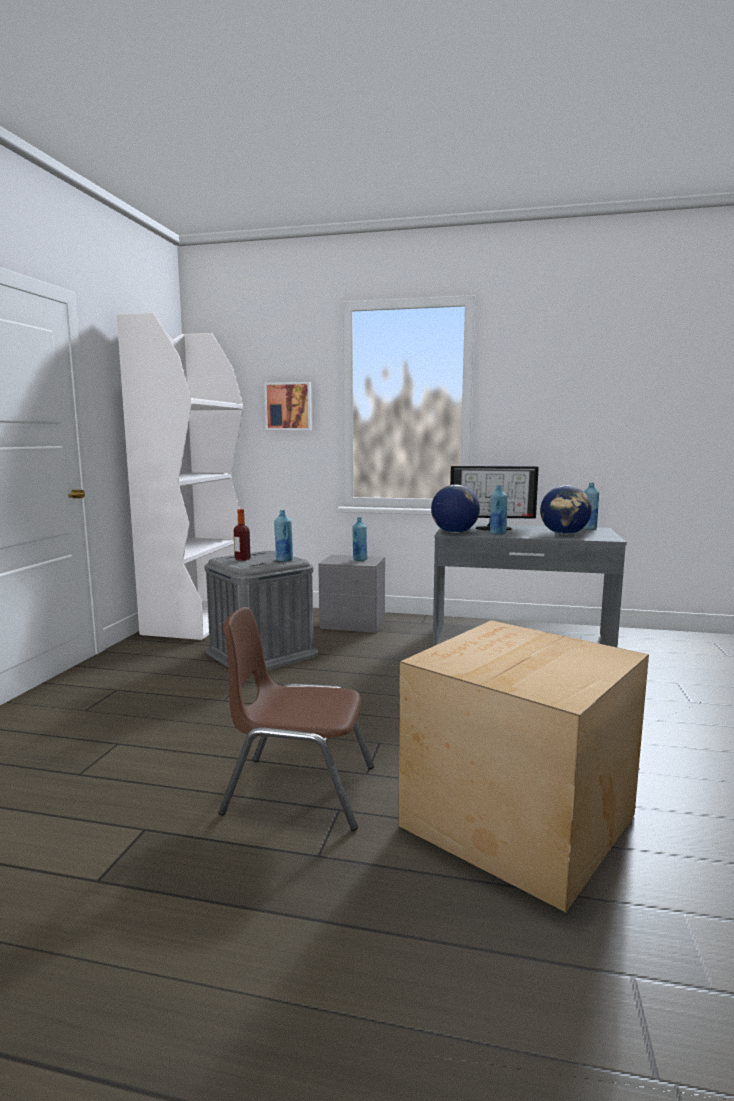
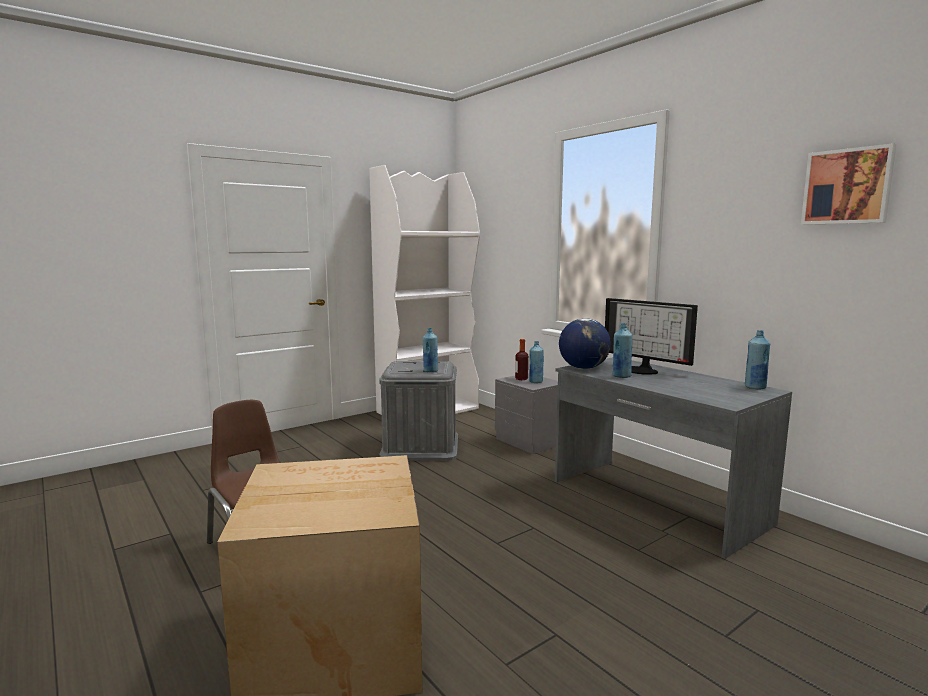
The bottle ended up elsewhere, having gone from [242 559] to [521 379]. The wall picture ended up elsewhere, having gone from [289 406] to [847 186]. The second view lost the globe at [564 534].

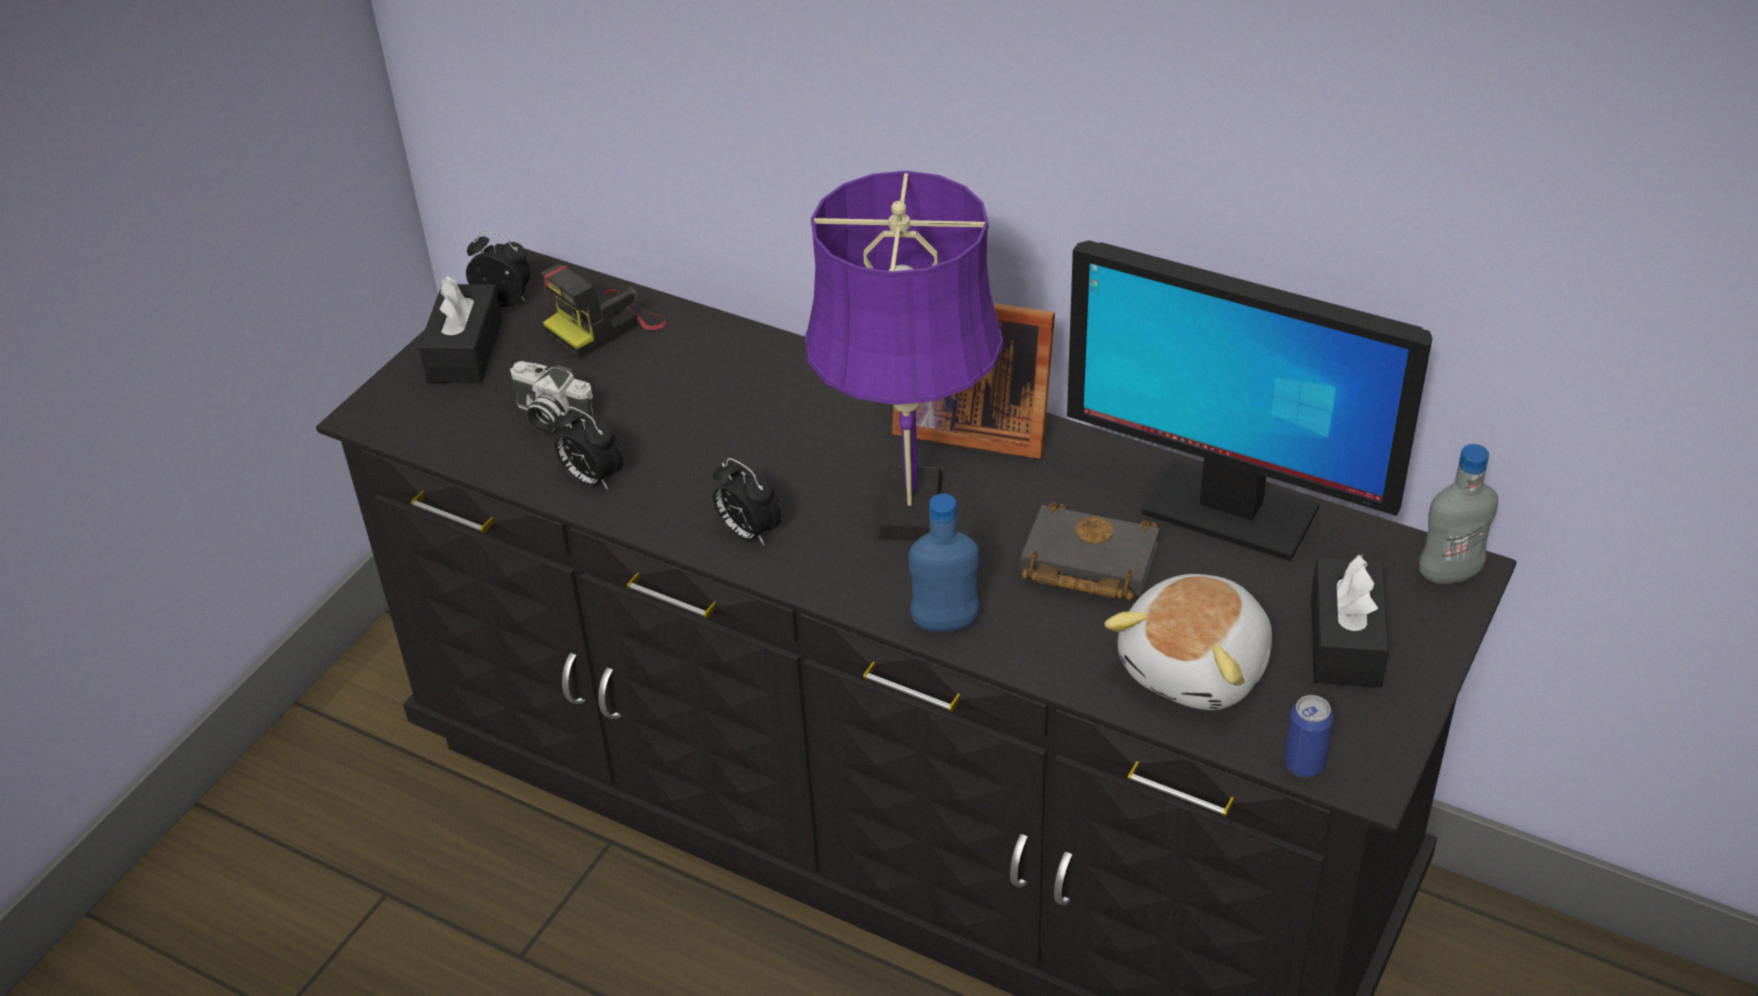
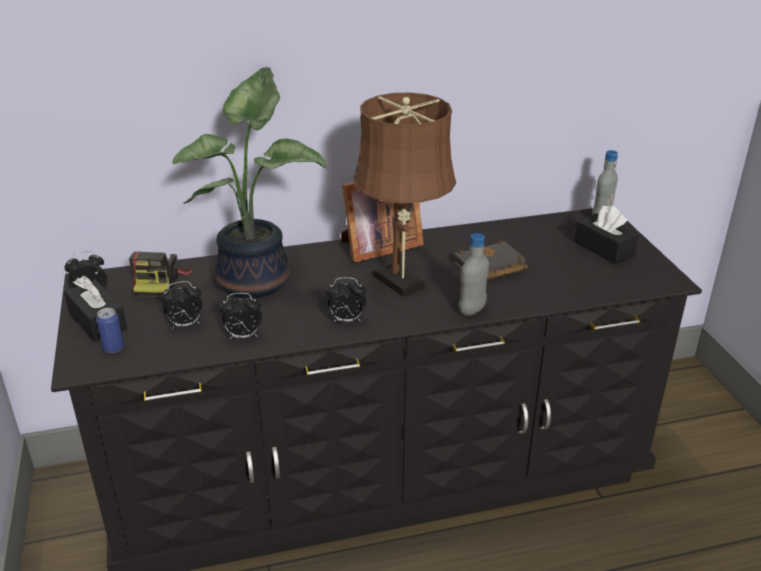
Where the still camera stood at [550 418], the table clock came to stand at [185 325]. What was the tabletop lamp (purple) at [909 514] turned into the tabletop lamp (brownish) at [402 284]. What was the bottle (bluish) at [945 623] turned into the bottle (grey) at [472 310]. The second view lost the monitor at [1228 511]. The second view lost the cuddly toy at [1198 668]. The sealed can ended up elsewhere, having gone from [1304 764] to [113 348]. The second view gained the plant in a pot at [258 280].

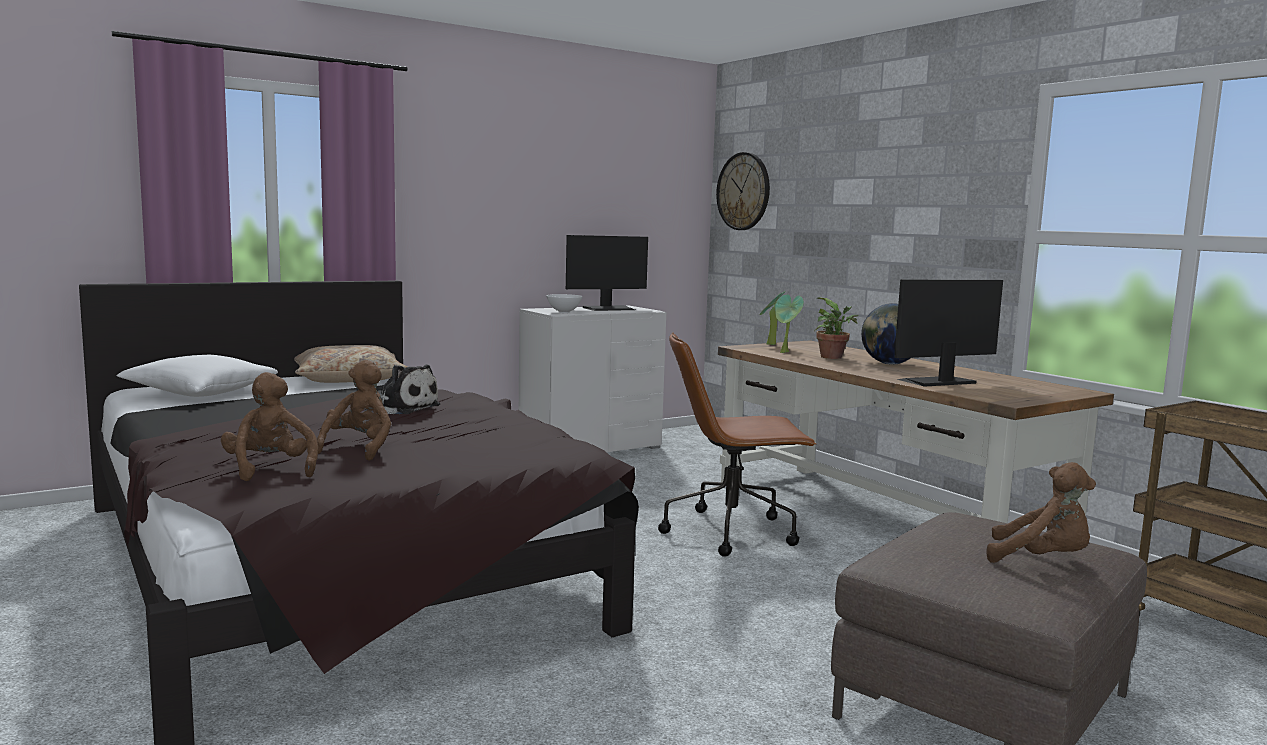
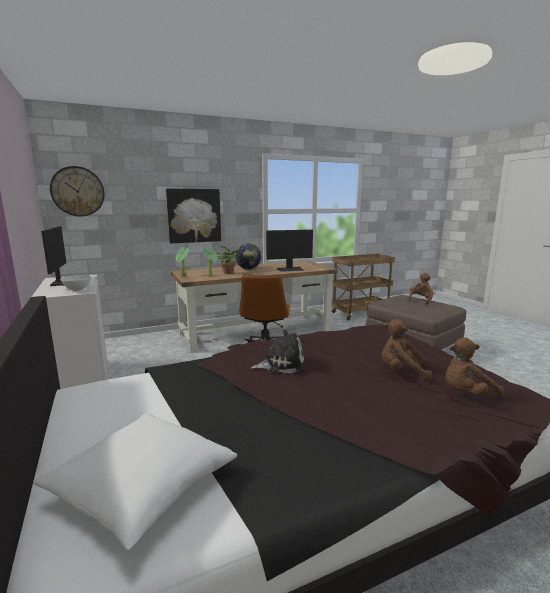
The second view lost the pillow (beige) at [349 379]. The cuddly toy at [403 408] ended up facing another way, 45 degrees clockwise from before. The monitor at [937 381] ended up facing another way, 90 degrees counterclockwise from before. The second view gained the wall picture at [194 215].

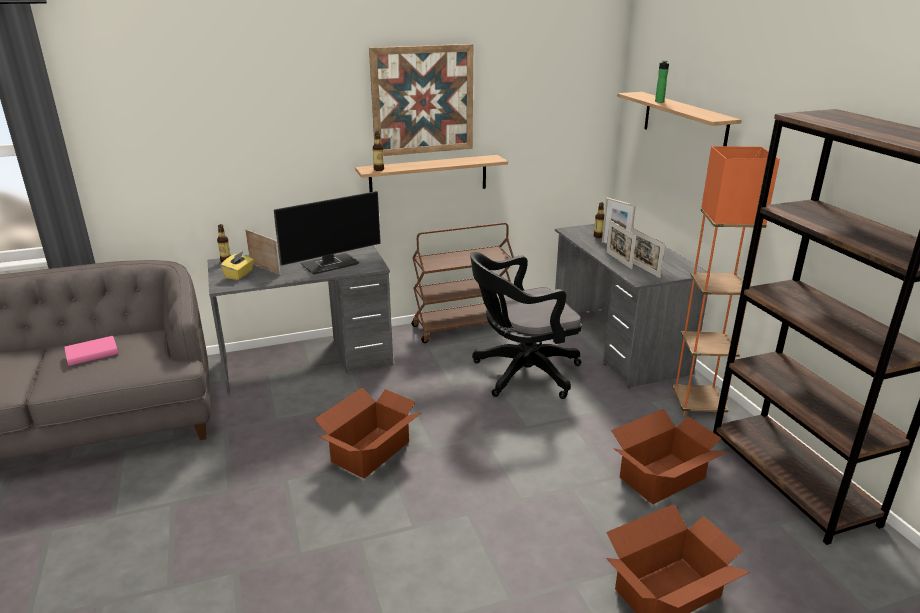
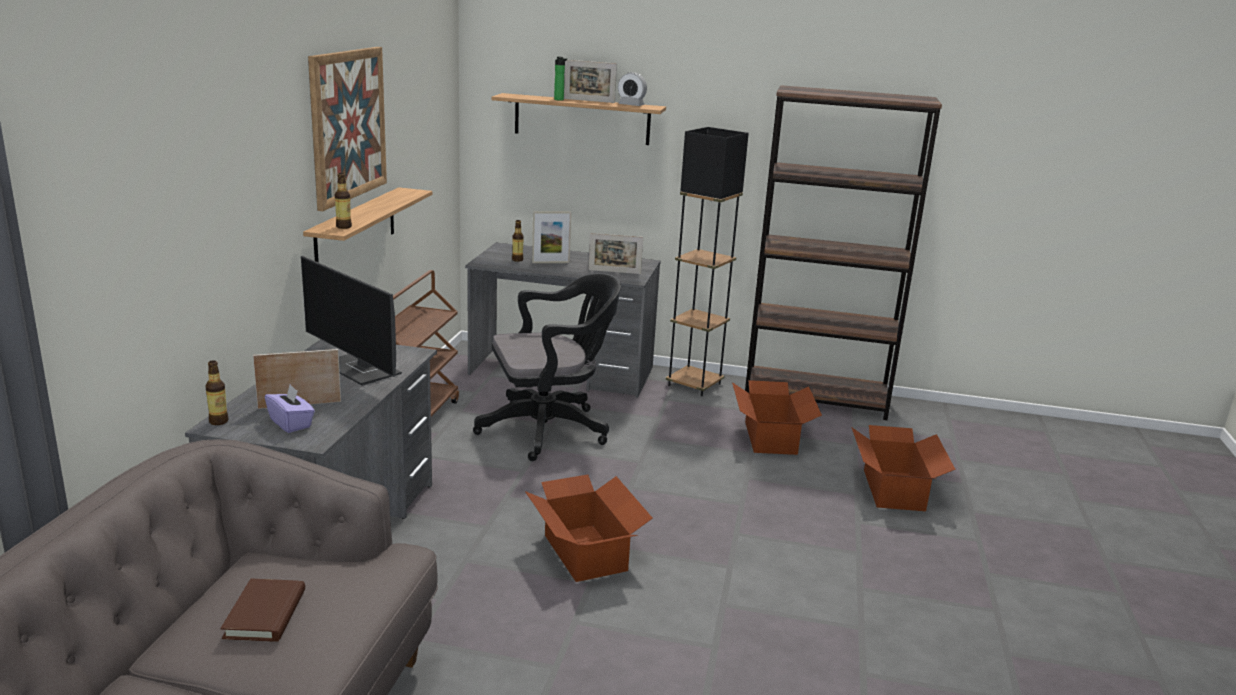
What was the volume (pinkish) at [92 353] turned into the volume (brownish) at [265 614]. What was the box of tissues (yellow) at [239 274] turned into the box of tissues (purple) at [291 423]. The monitor at [331 264] ended up facing another way, 135 degrees clockwise from before. The office chair (blackish) at [521 374] ended up facing another way, 120 degrees counterclockwise from before. The standing frame ended up elsewhere, having gone from [618 260] to [589 100]. What was the standing lamp (orange) at [698 404] turned into the standing lamp (blackish) at [694 385]. The second view gained the table clock at [631 105].

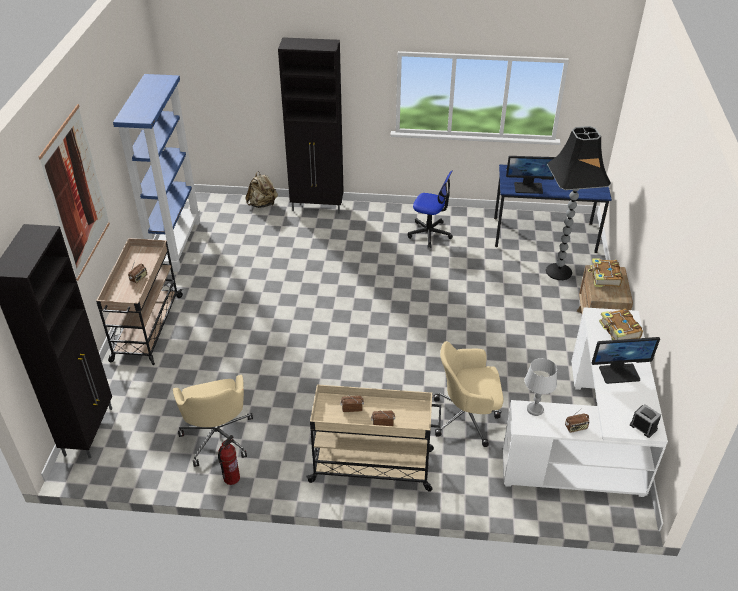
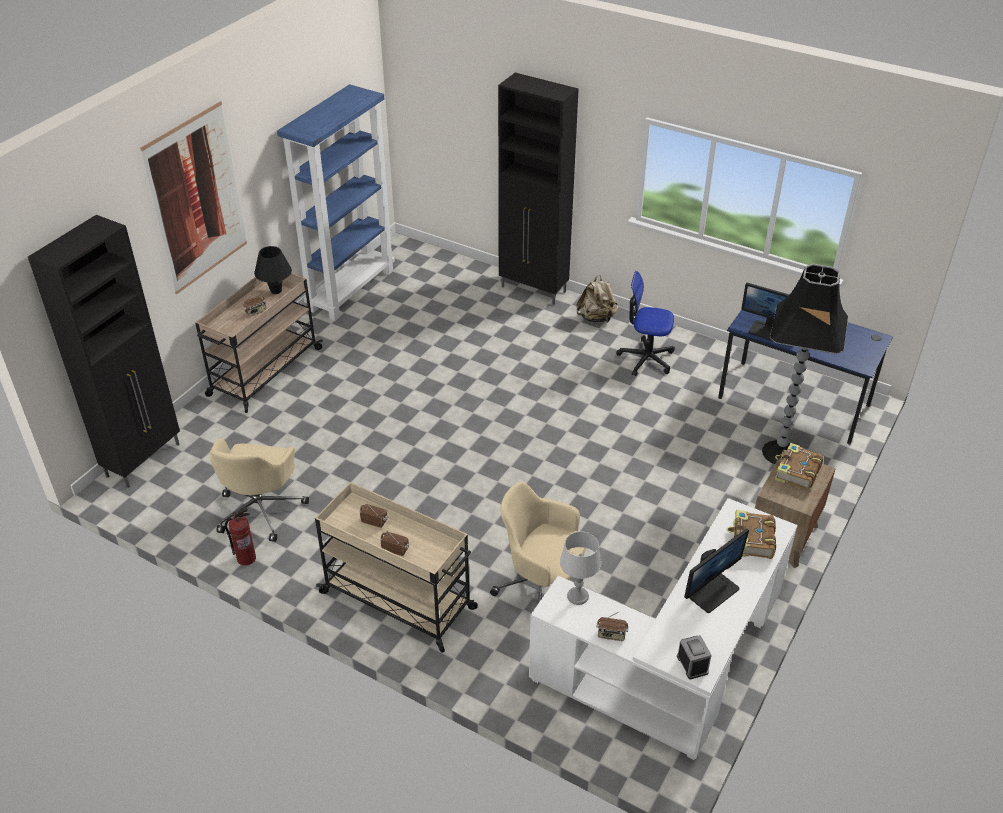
The rucksack (beige) ended up elsewhere, having gone from [262 204] to [596 318]. The office chair at [429 233] ended up facing another way, 150 degrees clockwise from before. The monitor at [619 373] ended up facing another way, 60 degrees counterclockwise from before. The second view gained the tabletop lamp (blackish) at [276 291].

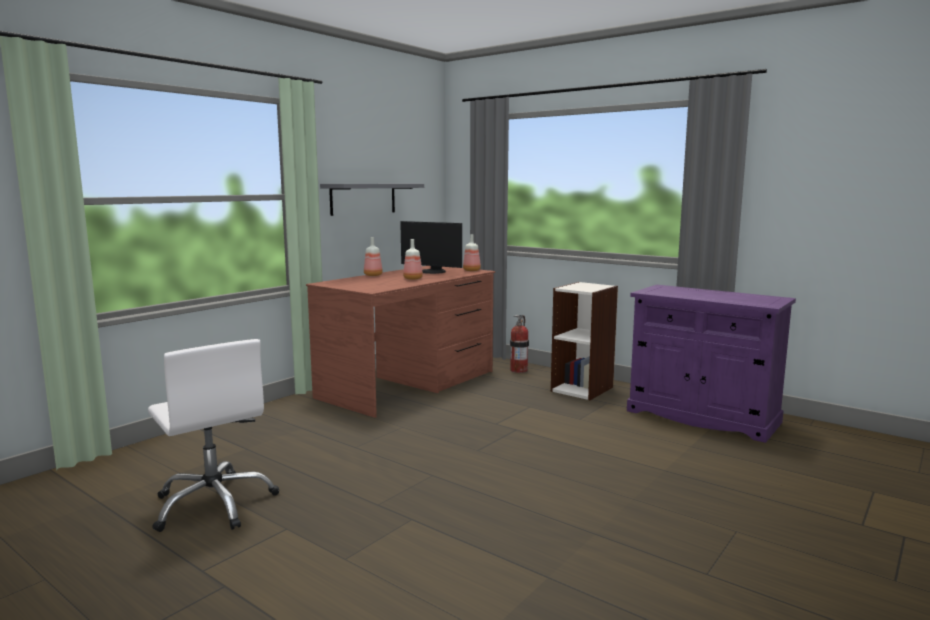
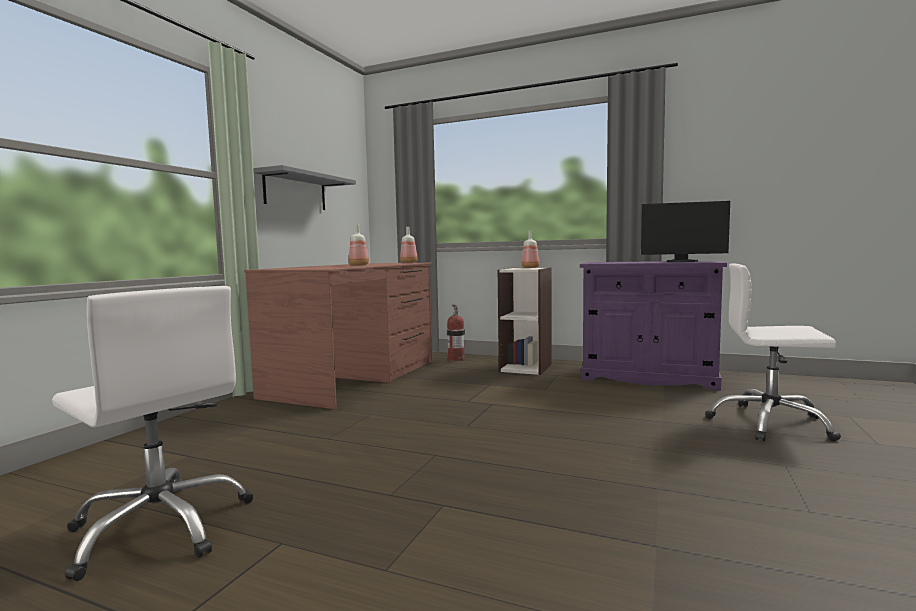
The bottle ended up elsewhere, having gone from [373 275] to [531 267]. The monitor ended up elsewhere, having gone from [432 272] to [682 261]. The second view gained the office chair (white-coloured) at [769 424].

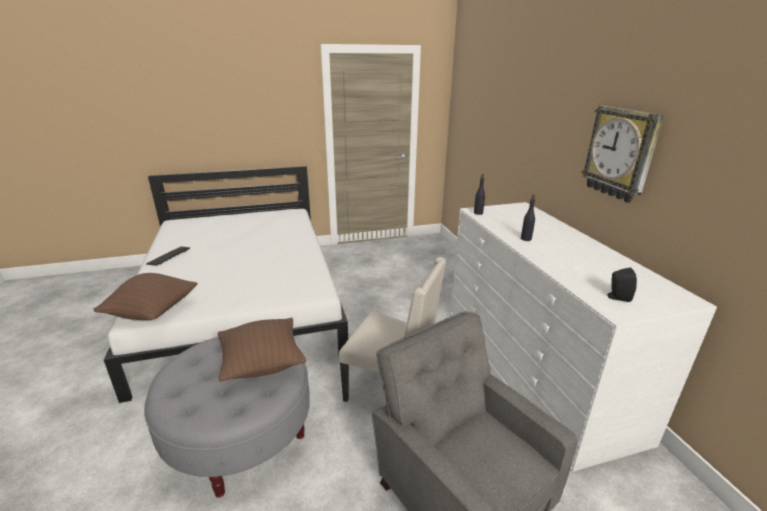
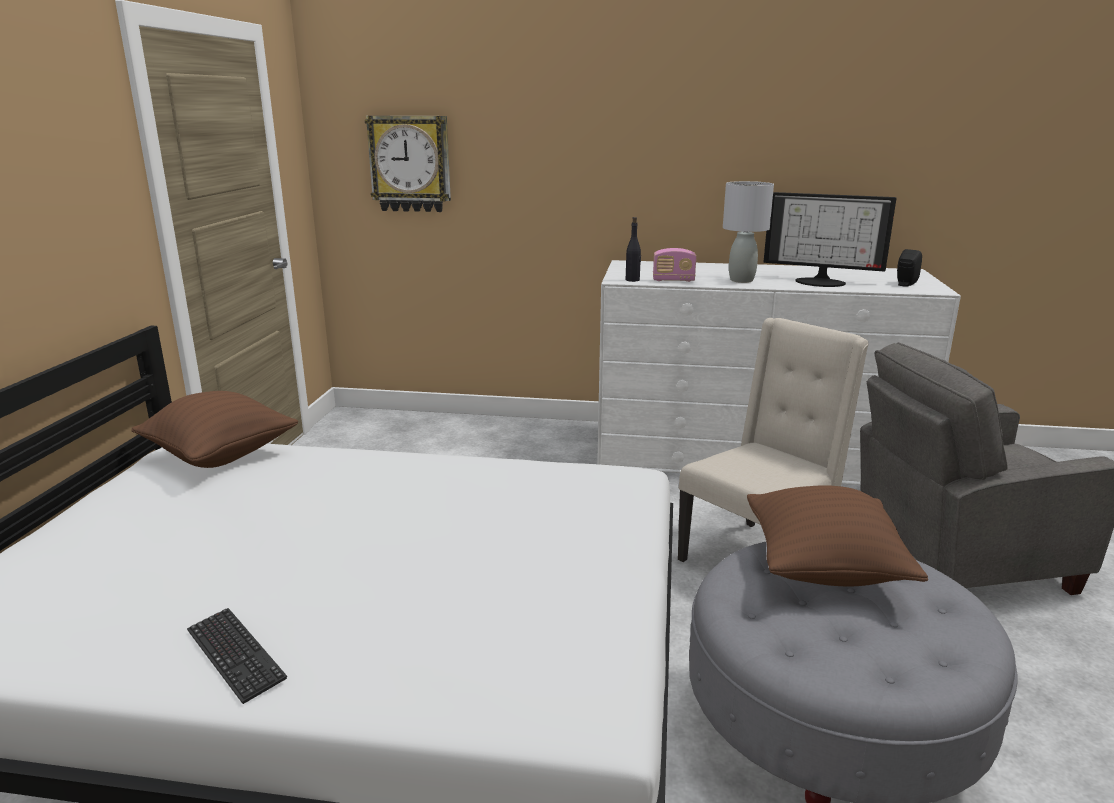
The pillow (brownish) ended up elsewhere, having gone from [152 312] to [221 456]. Where the bottle (blackish) stood at [526 239], the tabletop lamp (grey) came to stand at [741 280]. The clock on the wall ended up elsewhere, having gone from [620 153] to [410 164]. The second view gained the radio set at [673 280]. The second view gained the monitor at [821 281].

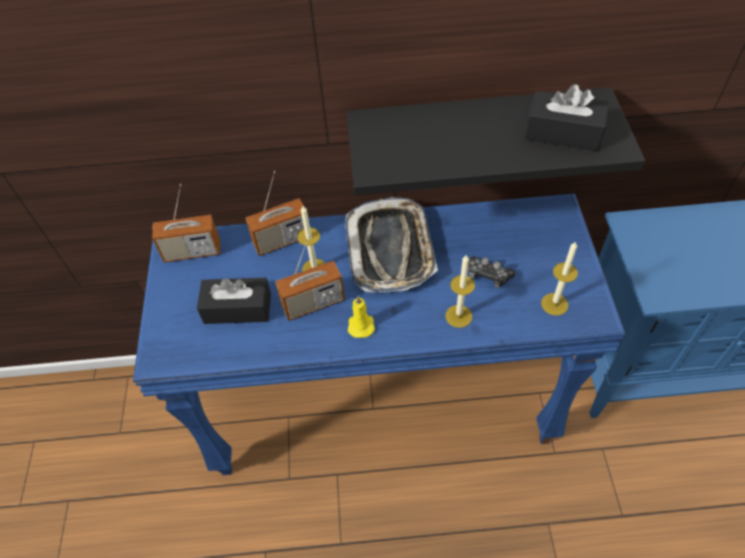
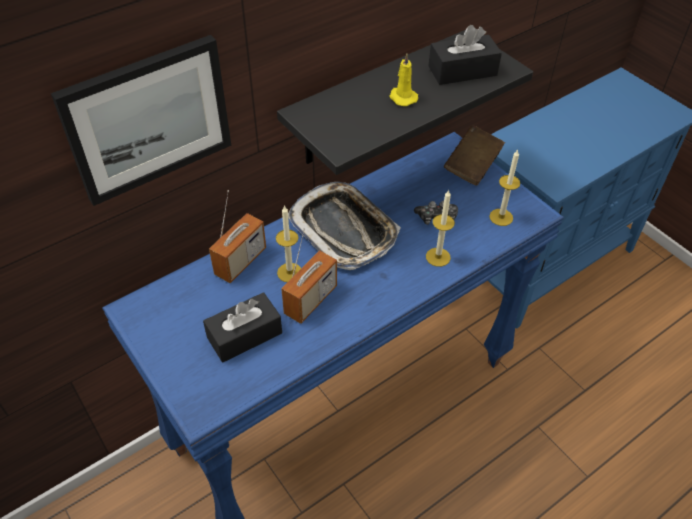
The second view lost the radio set at [192 251]. The wax light (yellow) ended up elsewhere, having gone from [361 324] to [402 97]. The second view gained the wall picture at [148 119]. The second view gained the volume (brownish) at [472 166].

